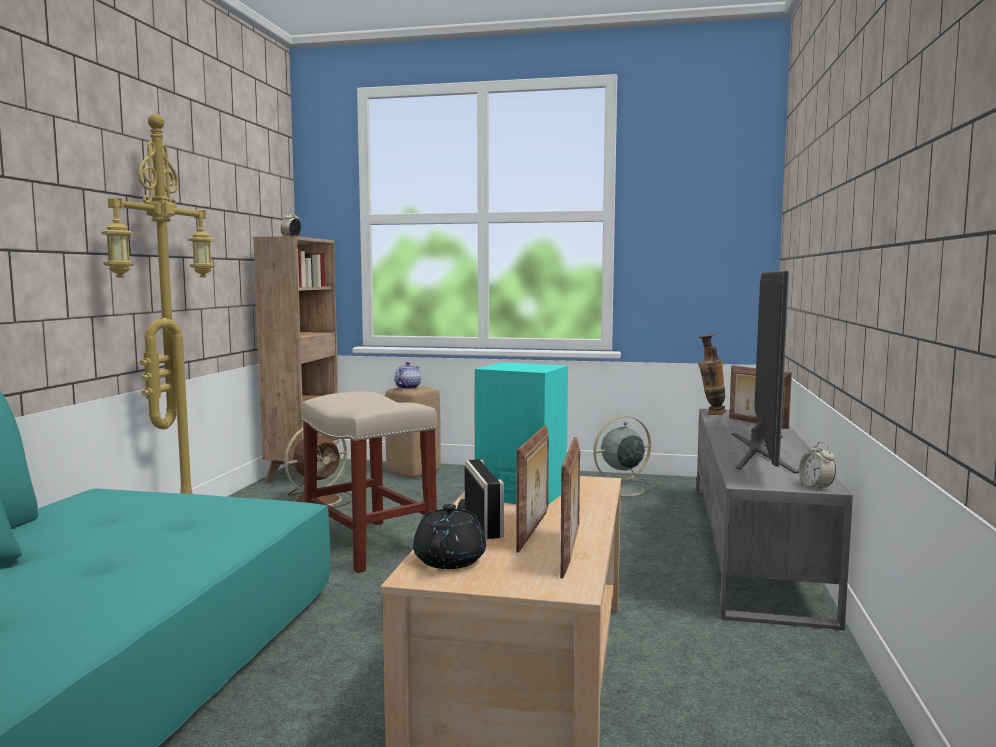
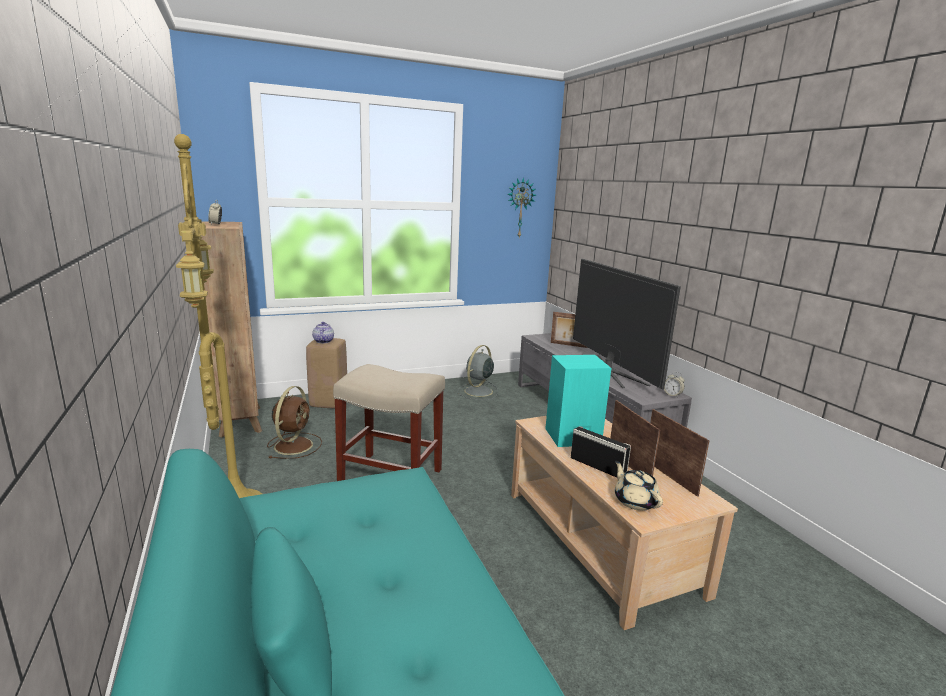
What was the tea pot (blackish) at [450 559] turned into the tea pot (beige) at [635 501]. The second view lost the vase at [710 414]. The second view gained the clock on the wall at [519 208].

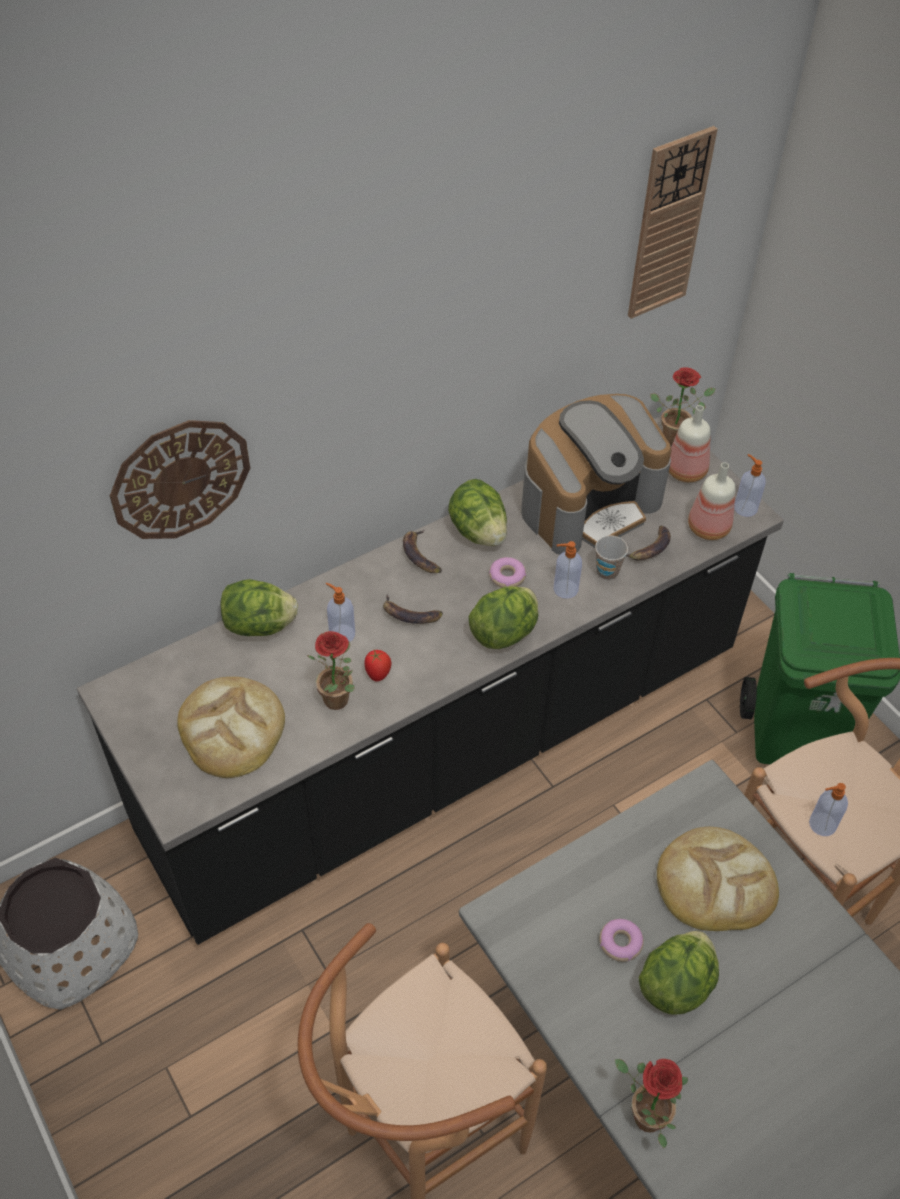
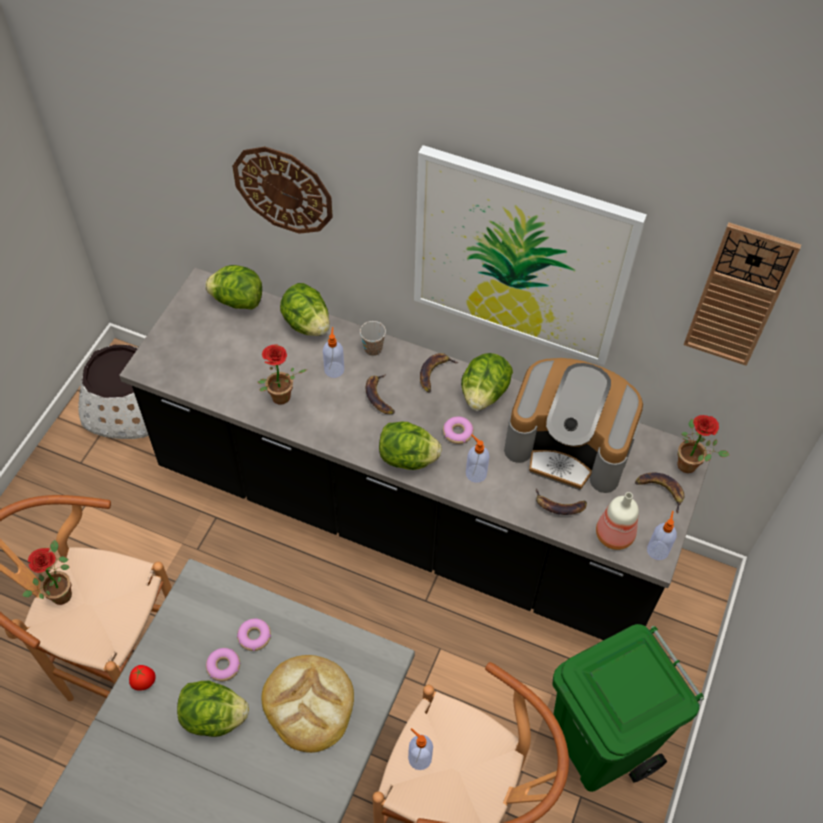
The second view lost the bread at [232 729]. The tomato ended up elsewhere, having gone from [378 674] to [144 683]. The cup ended up elsewhere, having gone from [607 571] to [373 349]. The plant in a pot ended up elsewhere, having gone from [641 1115] to [61 591]. Where the bottle stood at [686 470], the banana came to stand at [661 490]. The second view gained the head of lettuce at [237 301]. The second view gained the doughnut at [254 636]. The second view gained the wall picture at [520 257].

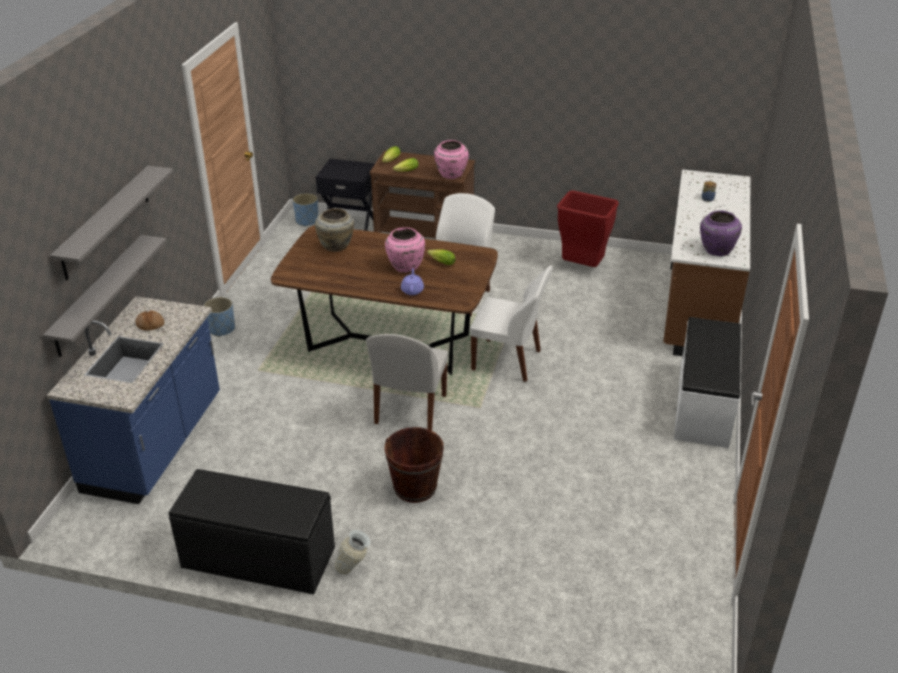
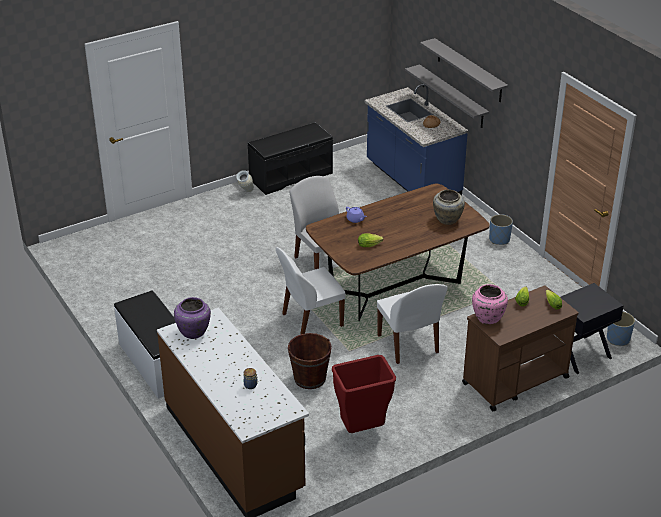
The second view lost the vase (pinkish) at [405 266]. The bucket (brownish) ended up elsewhere, having gone from [415 487] to [310 378].

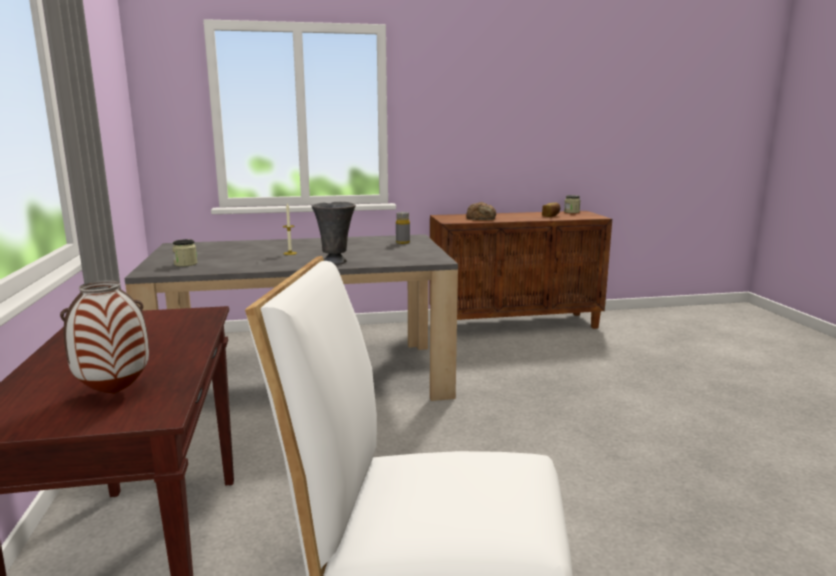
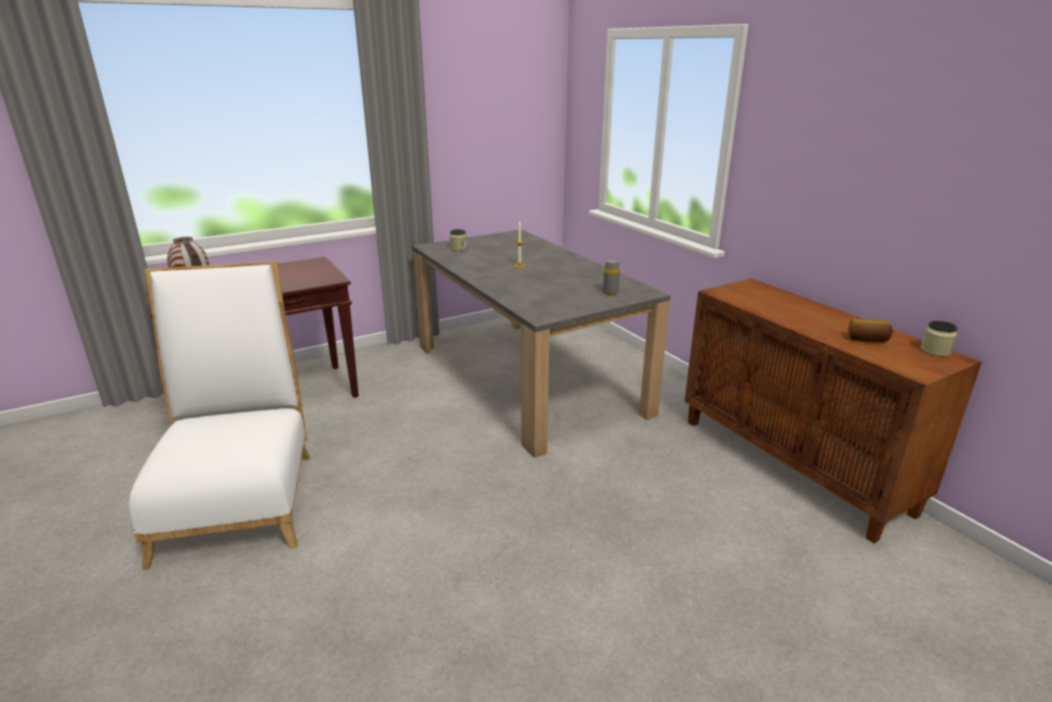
The second view lost the vase (grey) at [335 262]. The second view lost the bread at [481 217].

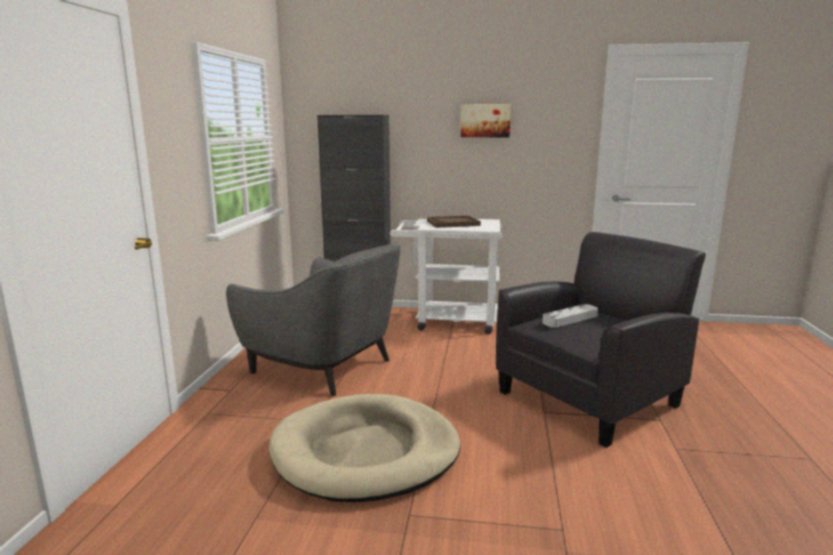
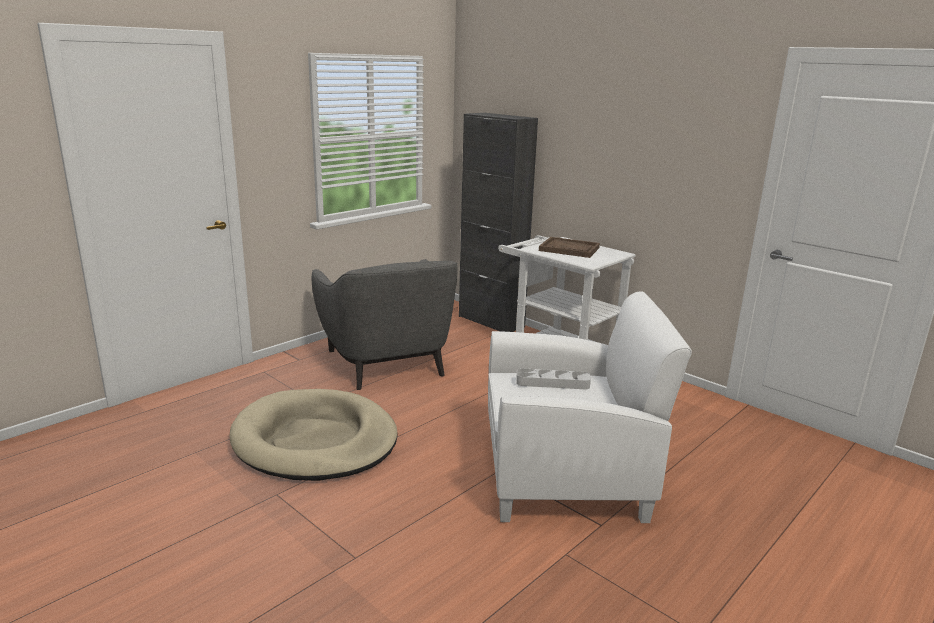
The second view lost the wall picture at [485 120]. What was the lounge chair (blackish) at [589 398] turned into the lounge chair (white-coloured) at [566 476].

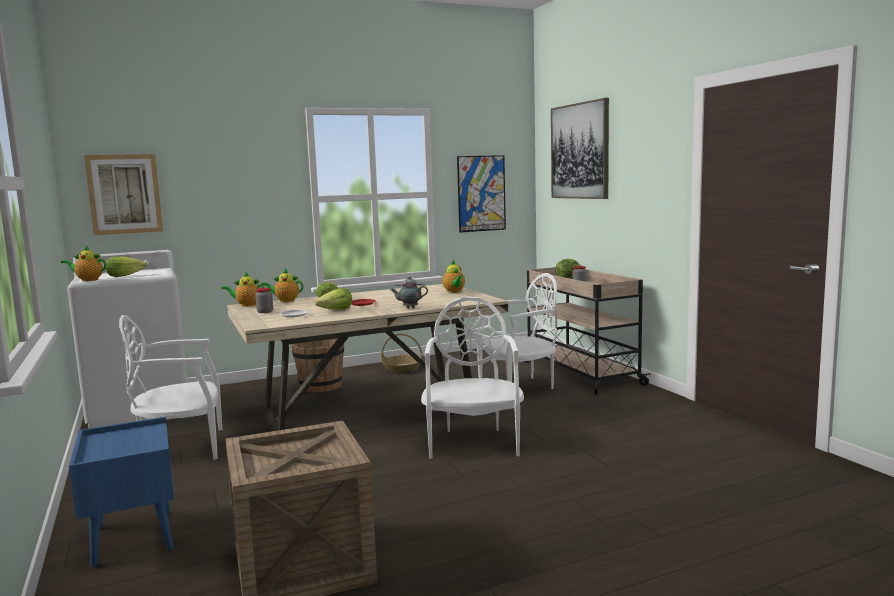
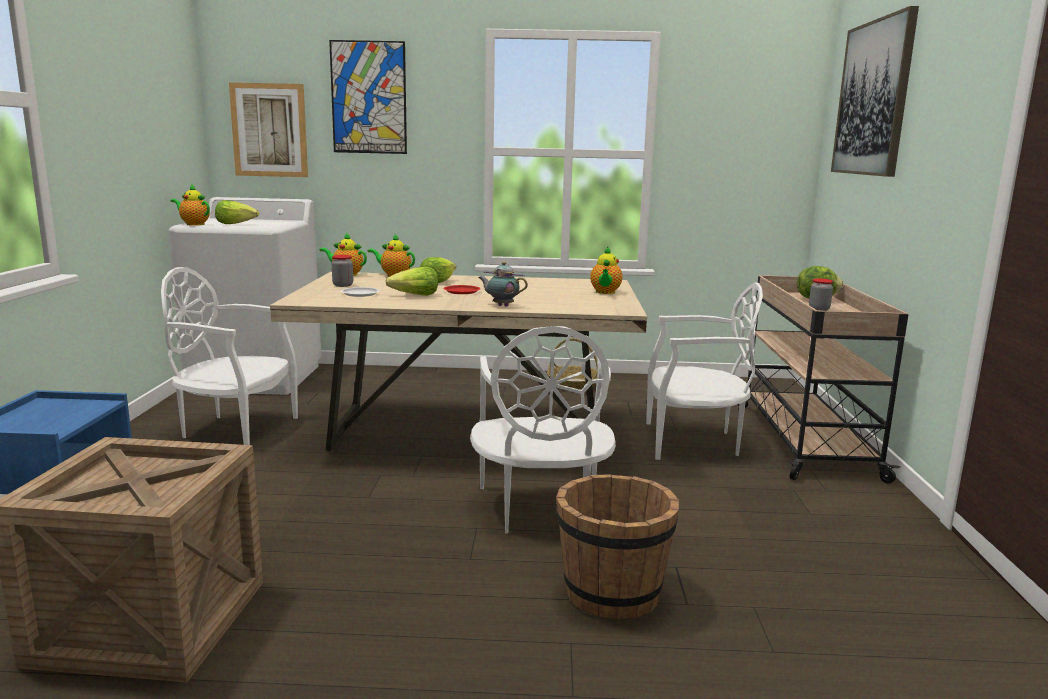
The bucket (brownish) ended up elsewhere, having gone from [320 387] to [612 593]. The plain chair (white-coloured) at [474 442] ended up facing another way, 150 degrees clockwise from before. The wall picture ended up elsewhere, having gone from [481 193] to [369 98].

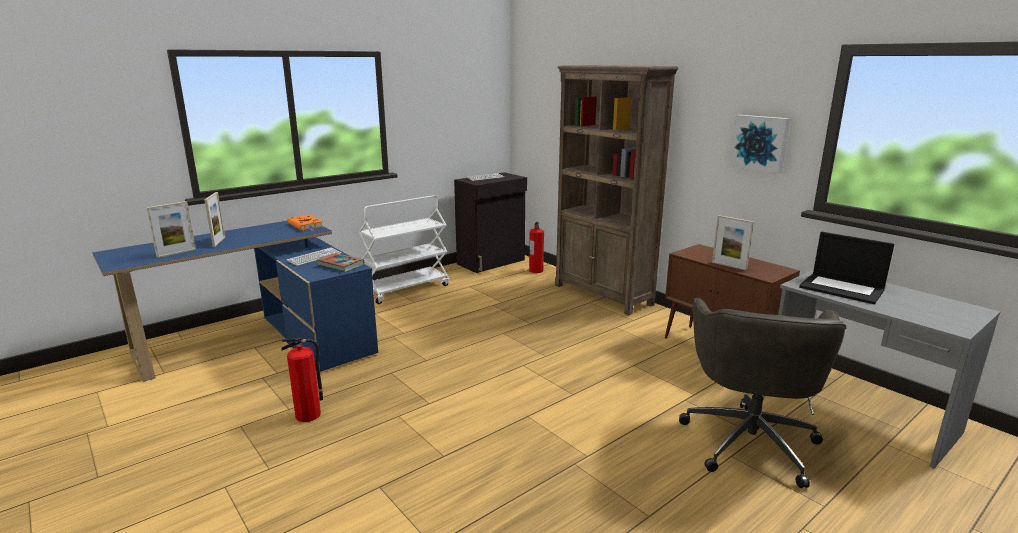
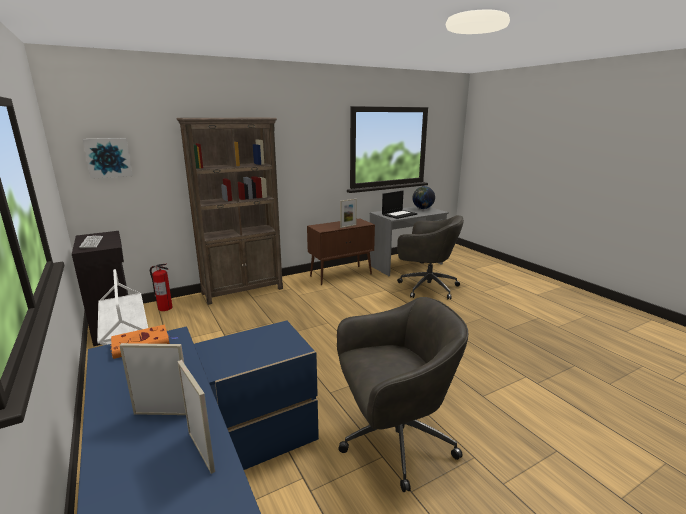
Where the extinguisher stood at [308 415], the office chair (grey) came to stand at [394 440]. The second view lost the PC keyboard at [314 257]. The second view lost the volume at [341 265]. The wall picture ended up elsewhere, having gone from [760 143] to [108 157]. The second view gained the globe at [422 208].

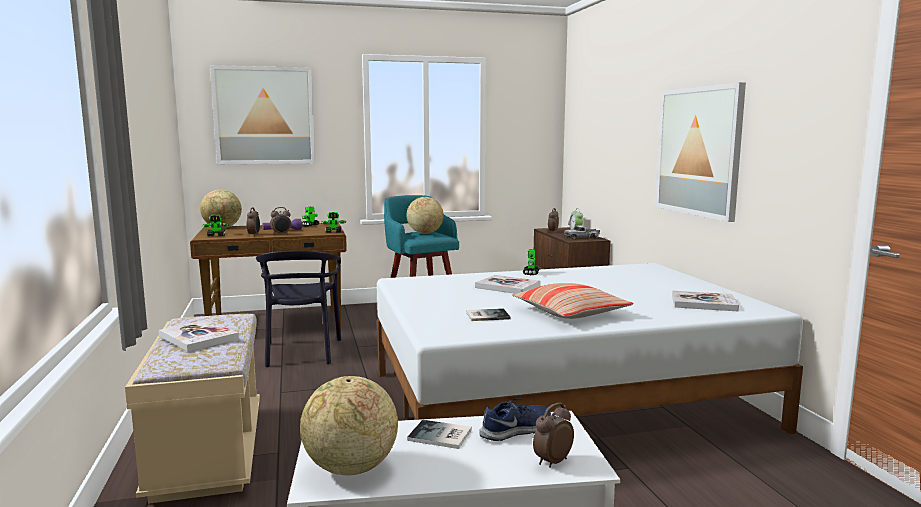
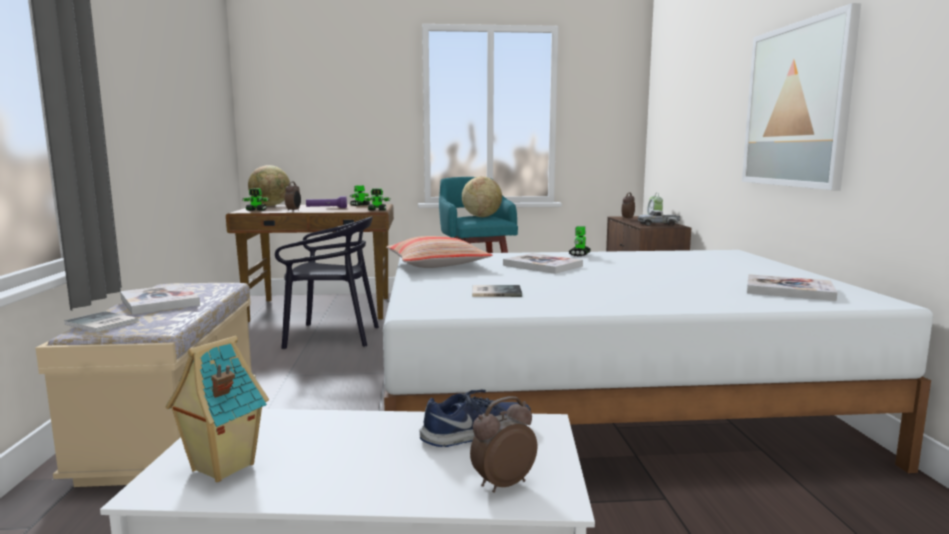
The second view lost the wall picture at [264 115]. The plain chair (blackish) at [301 352] ended up facing another way, 90 degrees counterclockwise from before. The second view lost the table clock at [281 234]. Where the globe stood at [350 468], the miniature house came to stand at [221 467]. The volume ended up elsewhere, having gone from [441 436] to [101 323]. The pillow ended up elsewhere, having gone from [570 312] to [437 264].

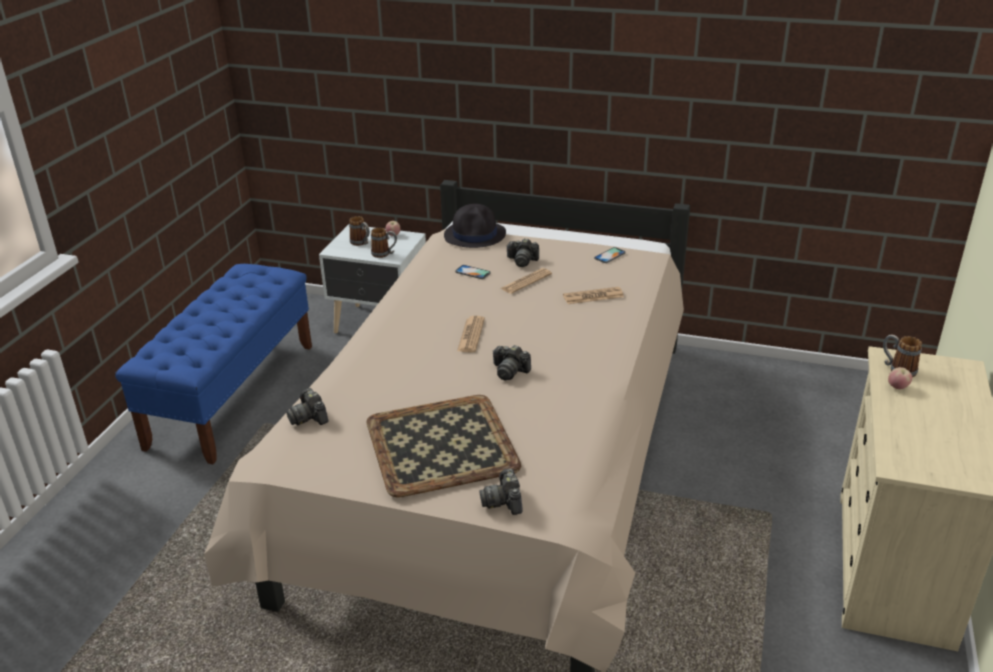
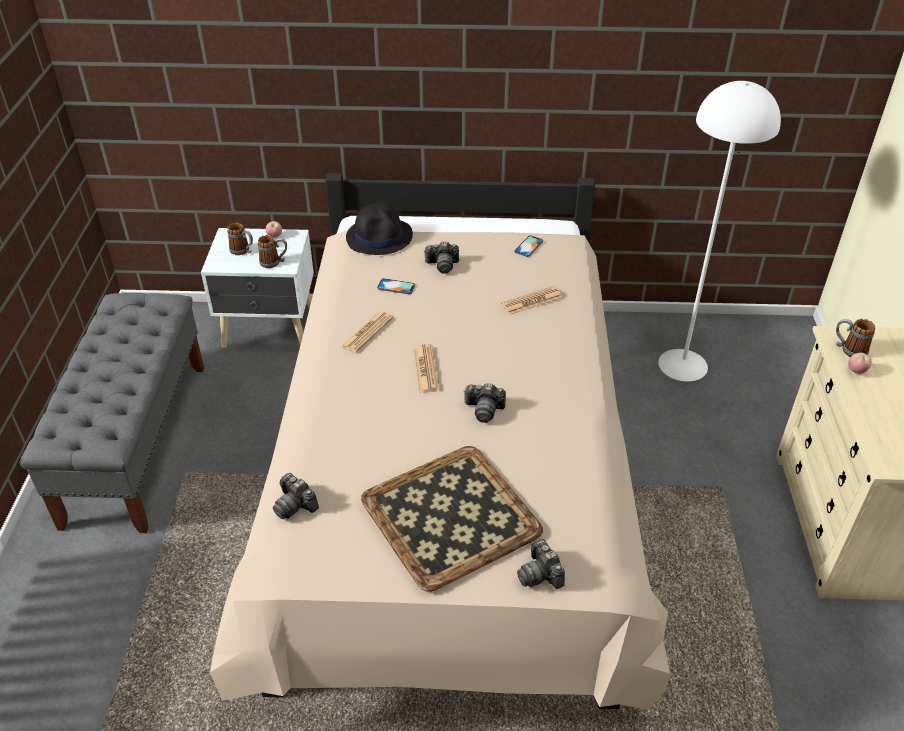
What was the indoor bench (bluish) at [233 394] turned into the indoor bench (grey) at [137 441]. The printed paper ended up elsewhere, having gone from [526 281] to [367 332]. The second view gained the standing lamp (white-coloured) at [683 365].

